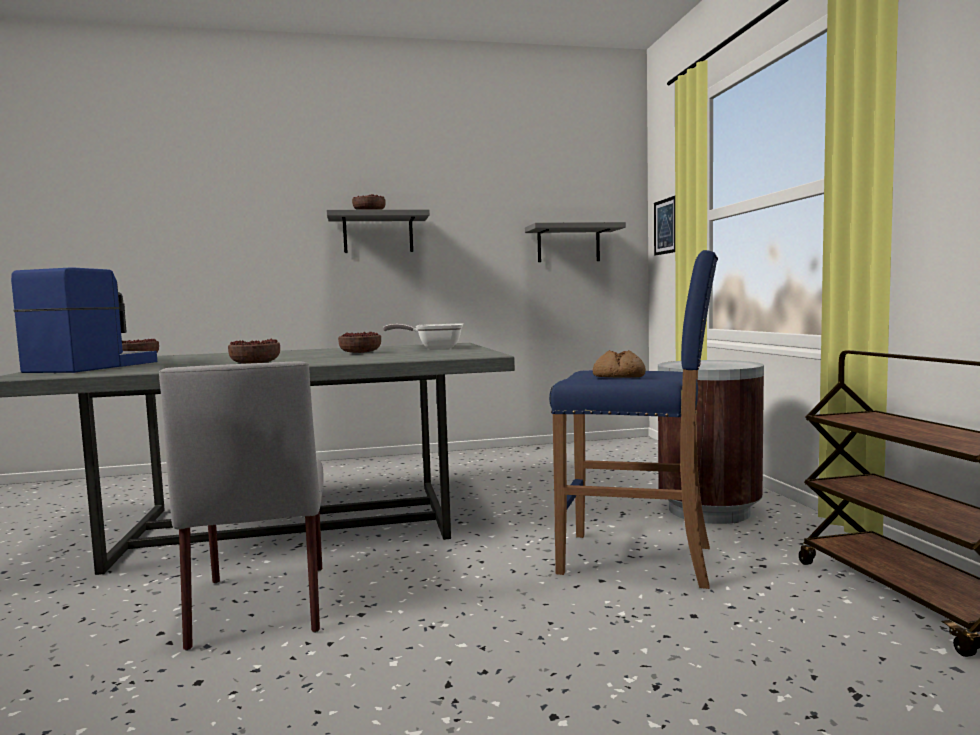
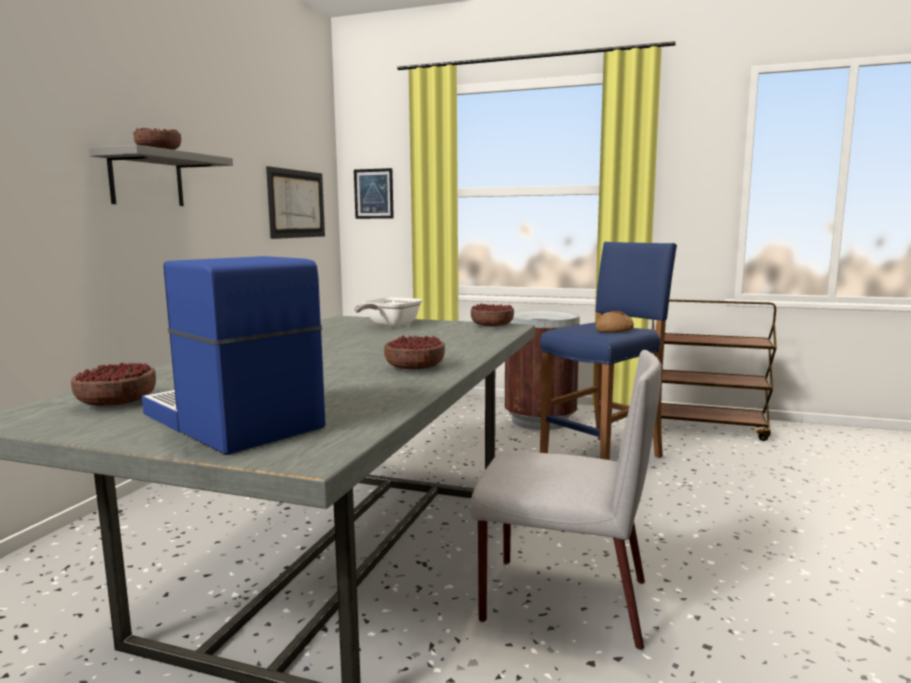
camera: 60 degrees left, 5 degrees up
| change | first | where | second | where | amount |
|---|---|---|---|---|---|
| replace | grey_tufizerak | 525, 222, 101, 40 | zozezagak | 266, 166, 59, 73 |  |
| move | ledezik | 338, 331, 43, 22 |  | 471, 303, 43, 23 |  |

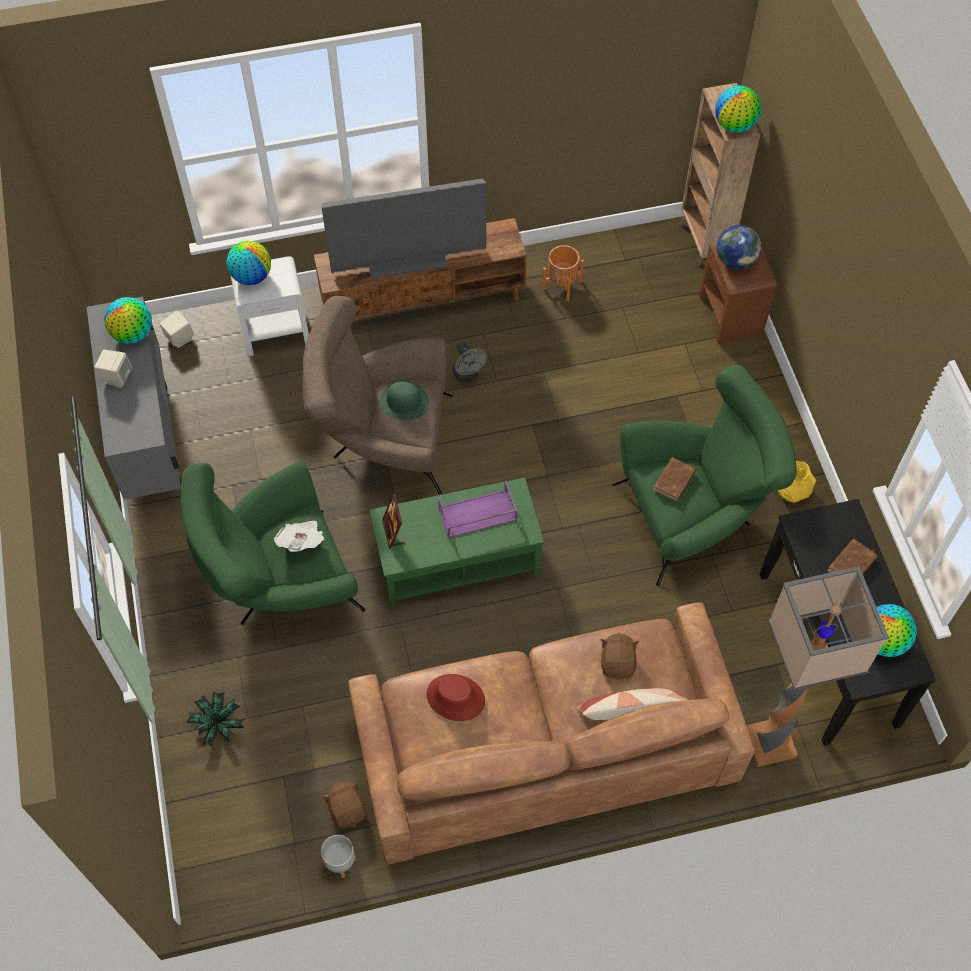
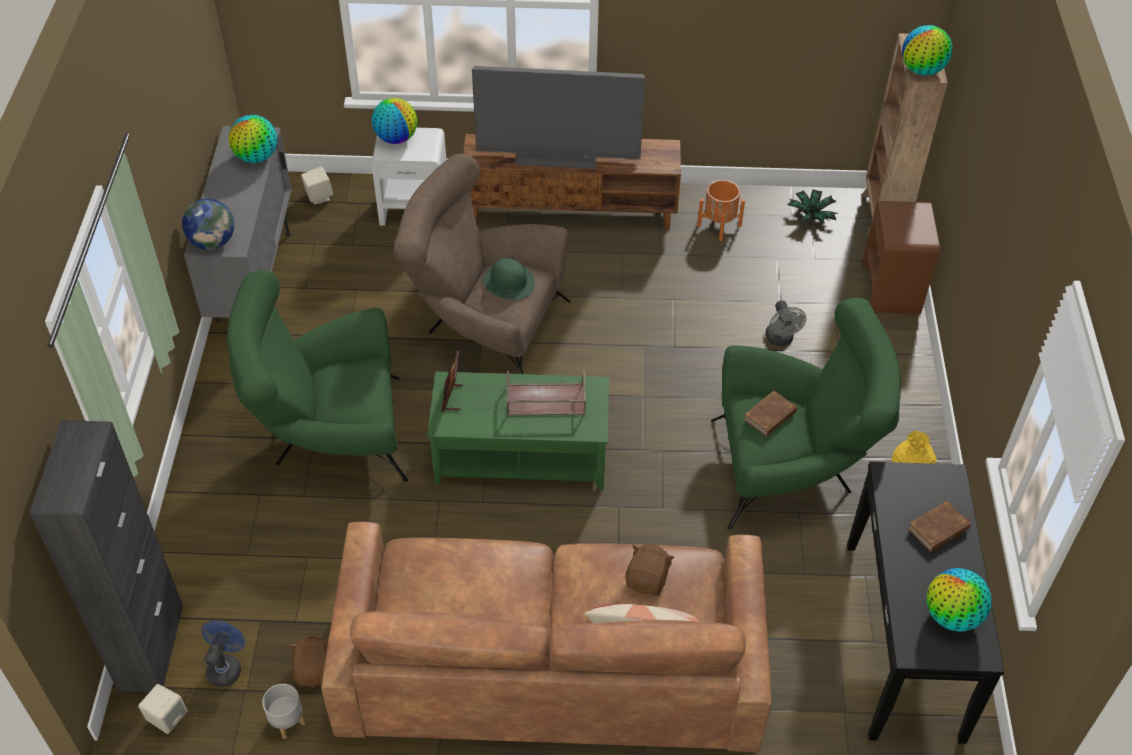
camera: 15 degrees right, 10 degrees down
| change | first | where | second | where | amount |
|---|---|---|---|---|---|
| insert |  |  | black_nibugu | 29, 420, 154, 273 |  |
| move | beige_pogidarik | 94, 350, 38, 38 |  | 138, 684, 50, 50 |  |
| move | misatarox | 717, 225, 44, 45 |  | 182, 199, 52, 51 |  |
| insert |  |  | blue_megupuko | 202, 621, 43, 66 |  |
| recolor | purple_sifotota | 438, 480, 79, 58 | brown_sifotota | 506, 370, 80, 46 |  |
| move | grey_megupuko | 453, 342, 34, 40 |  | 765, 300, 41, 46 |  |
| move | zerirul | 187, 691, 58, 57 |  | 788, 189, 50, 36 |  |
| delete | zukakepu | 274, 520, 50, 32 |  |  |  |
| delete | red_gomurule | 426, 674, 59, 47 |  |  |  |
| delete | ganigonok | 746, 566, 143, 201 |  |  |  |

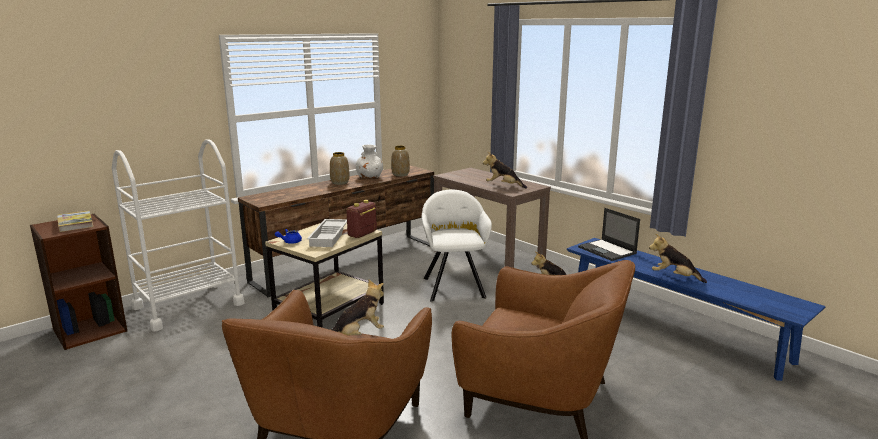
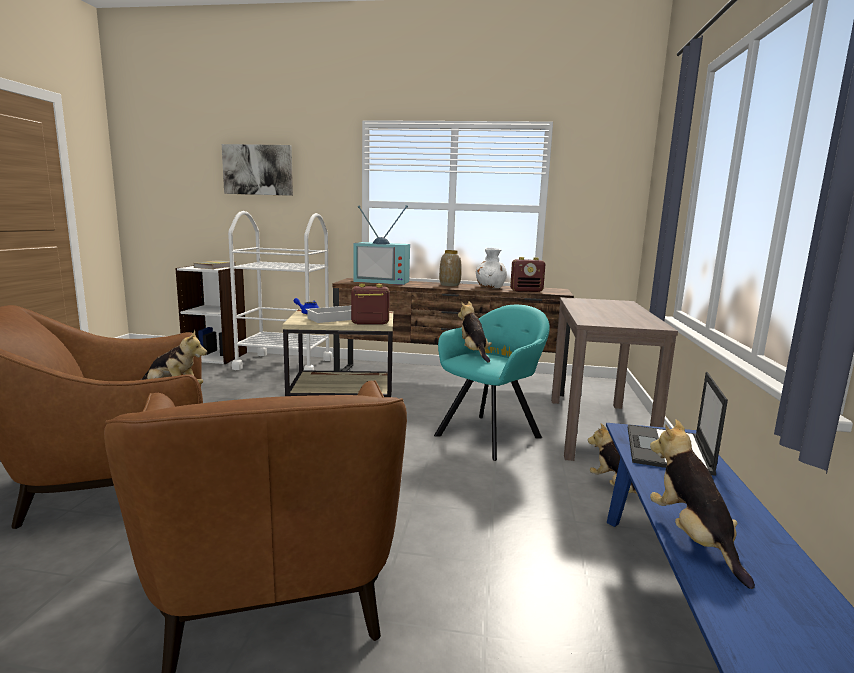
camera: 50 degrees right, 5 degrees down
| change | first | where | second | where | amount |
|---|---|---|---|---|---|
| recolor | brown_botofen | 30, 214, 97, 136 | white_botofen | 175, 265, 72, 99 |  |
| insert |  |  | zozezagak | 222, 144, 71, 52 |  |
| insert |  |  | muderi | 353, 205, 57, 80 |  |
| recolor | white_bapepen | 422, 190, 70, 112 | turquoise_bapepen | 434, 305, 116, 156 |  |
| move | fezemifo | 483, 152, 44, 37 |  | 458, 301, 34, 61 |  |
| replace | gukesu | 391, 146, 19, 31 | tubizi | 510, 257, 35, 35 |  |

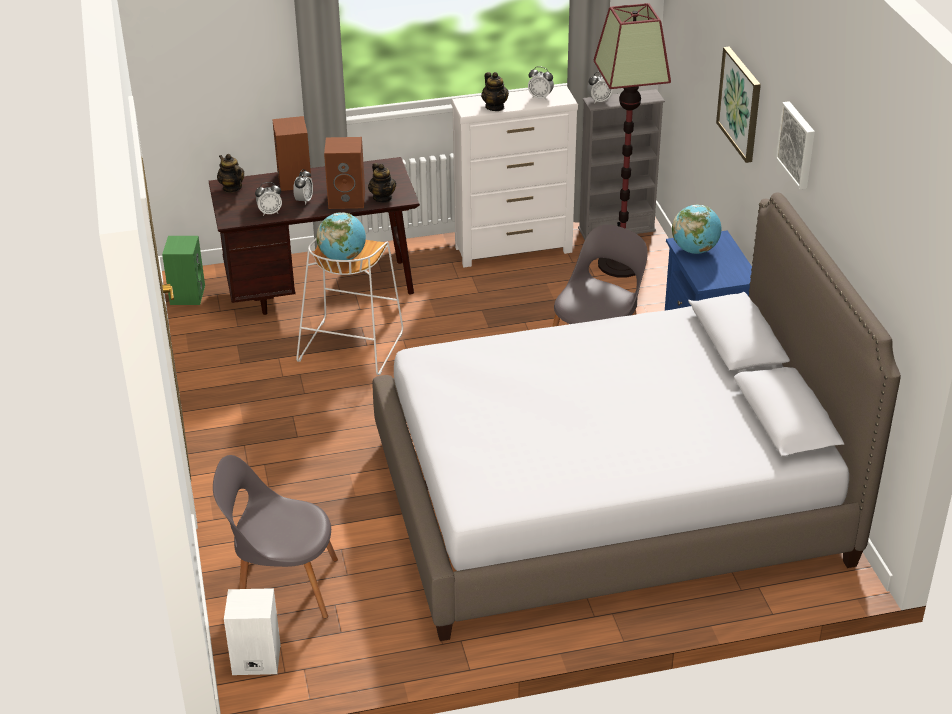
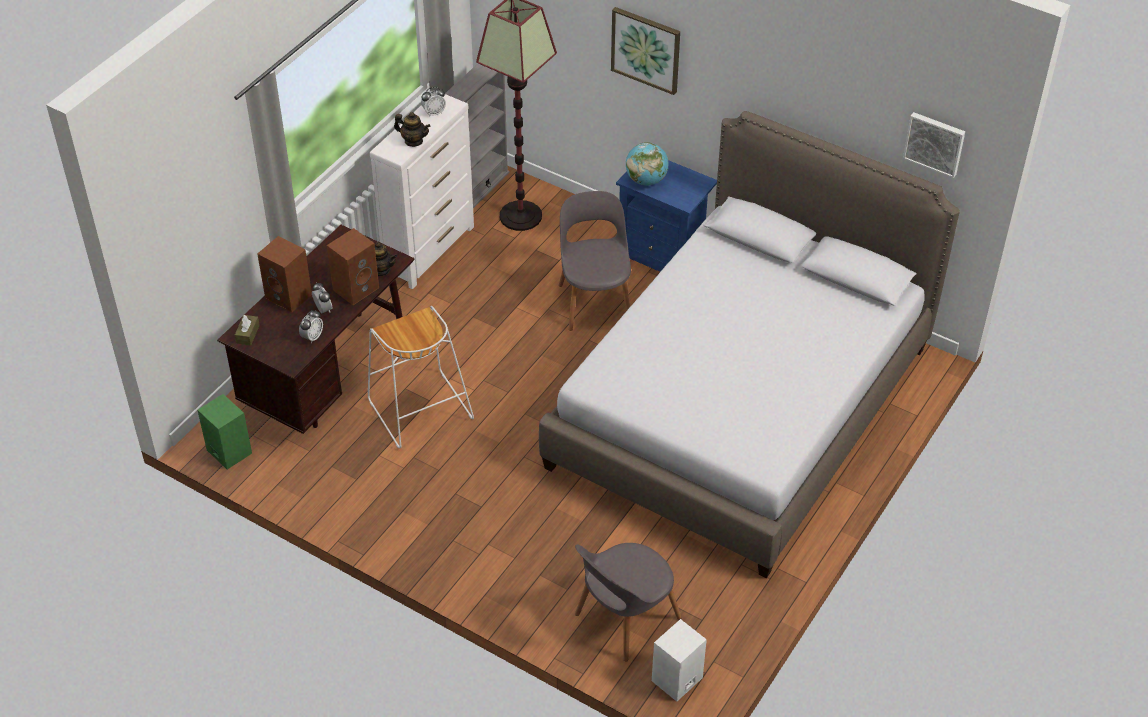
camera: 45 degrees left, 10 degrees up
| change | first | where | second | where | amount |
|---|---|---|---|---|---|
| replace | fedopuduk | 217, 154, 27, 39 | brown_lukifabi | 235, 315, 25, 30 |  |
| move | zozezagak | 775, 101, 40, 88 |  | 903, 112, 62, 66 |  |
| delete | misatarox | 317, 212, 49, 48 |  |  |  |
| delete | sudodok | 587, 71, 26, 33 |  |  |  |

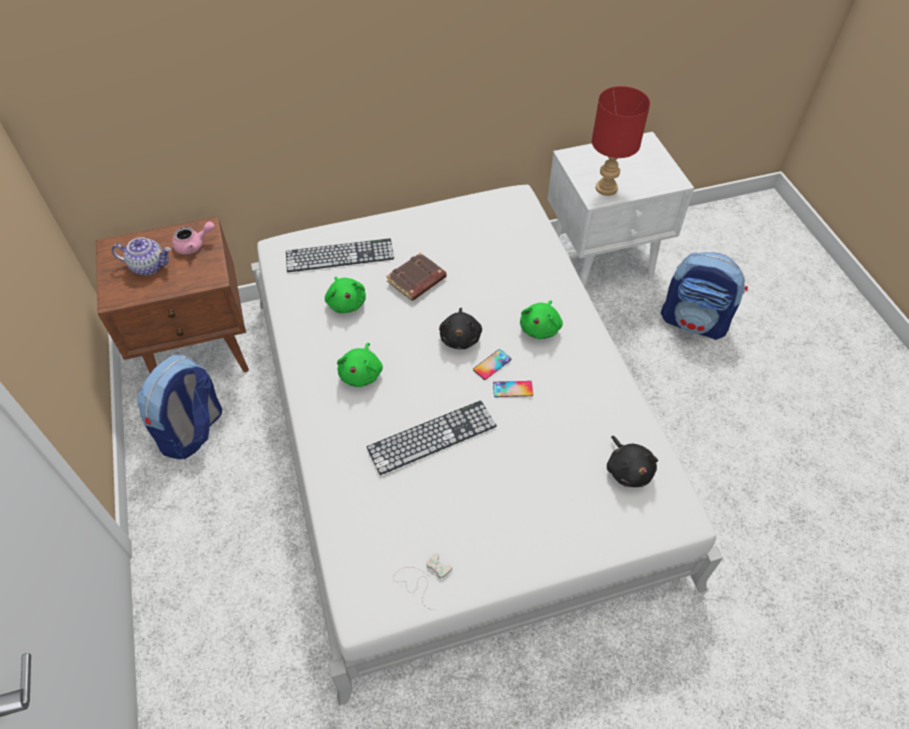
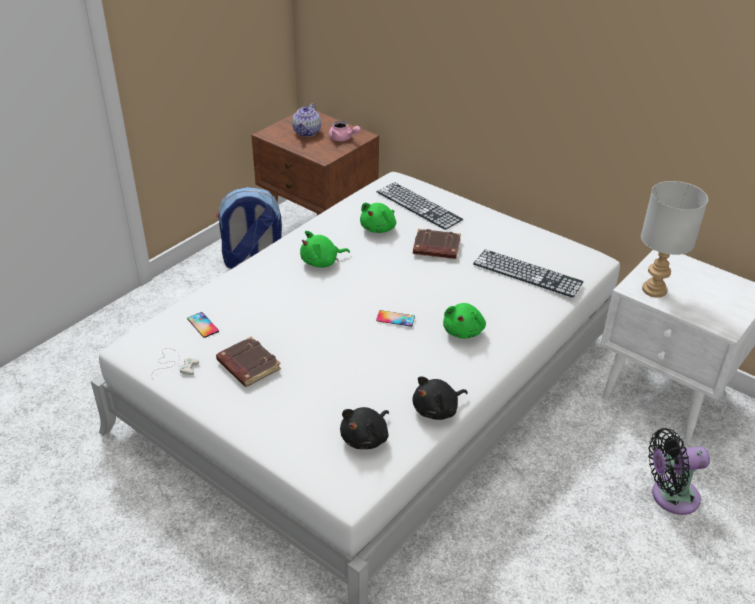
camera: 55 degrees right, 15 degrees down
| change | first | where | second | where | amount |
|---|---|---|---|---|---|
| move | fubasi | 493, 381, 40, 16 |  | 187, 312, 32, 26 |  |
| insert |  |  | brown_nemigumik | 216, 337, 65, 50 |  |
| rotate | fedopuduk | 111, 237, 60, 38 |  | 292, 103, 29, 34 | 45 degrees clockwise |
| move | black_fezemifo | 439, 308, 43, 41 |  | 413, 376, 55, 44 |  |
| rotate | green_fezemifo | 520, 300, 43, 39 |  | 443, 303, 43, 36 | 60 degrees counterclockwise |
| move | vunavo | 366, 401, 131, 74 |  | 473, 249, 111, 49 |  |
| recolor | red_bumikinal | 592, 86, 58, 110 | grey_bumikinal | 641, 181, 67, 117 |  |
| replace | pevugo | 661, 252, 87, 88 | black_megupuko | 648, 428, 62, 87 |  |

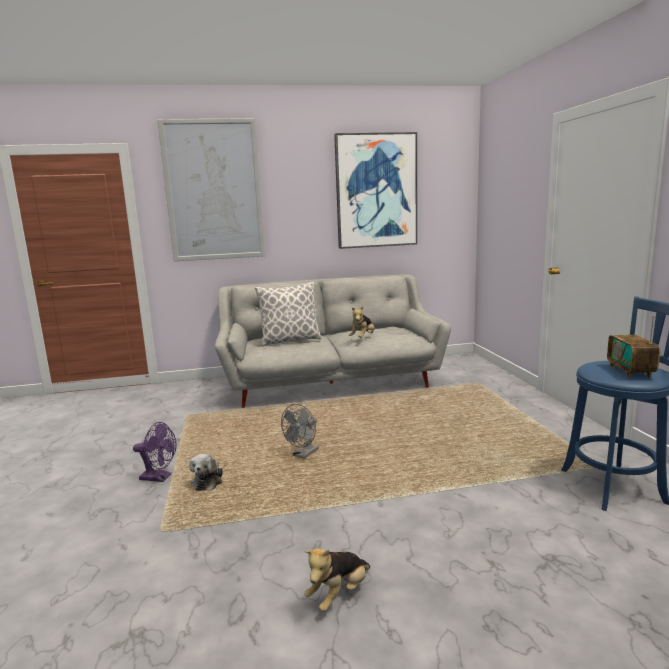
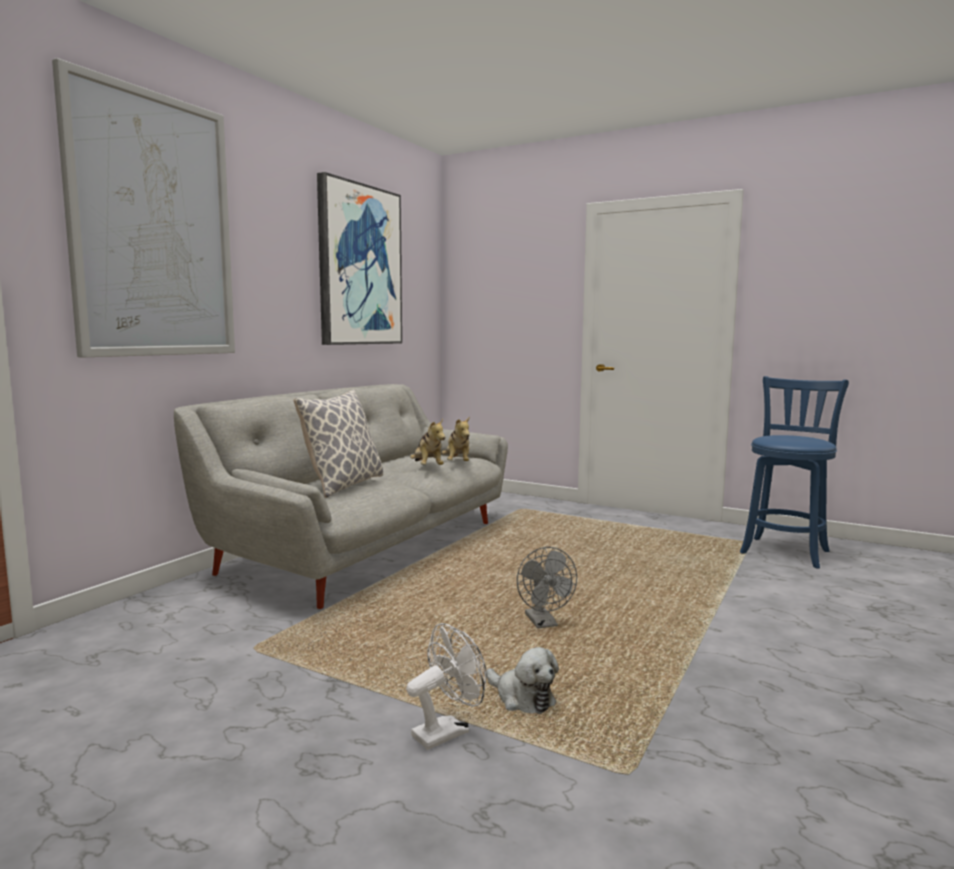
camera: 50 degrees left, 5 degrees down
| change | first | where | second | where | amount |
|---|---|---|---|---|---|
| recolor | purple_megupuko | 133, 422, 44, 60 | white_megupuko | 406, 623, 81, 127 |  |
| move | fezemifo | 304, 549, 66, 63 |  | 442, 417, 28, 44 |  |
| delete | tubizi | 607, 316, 53, 62 |  |  |  |

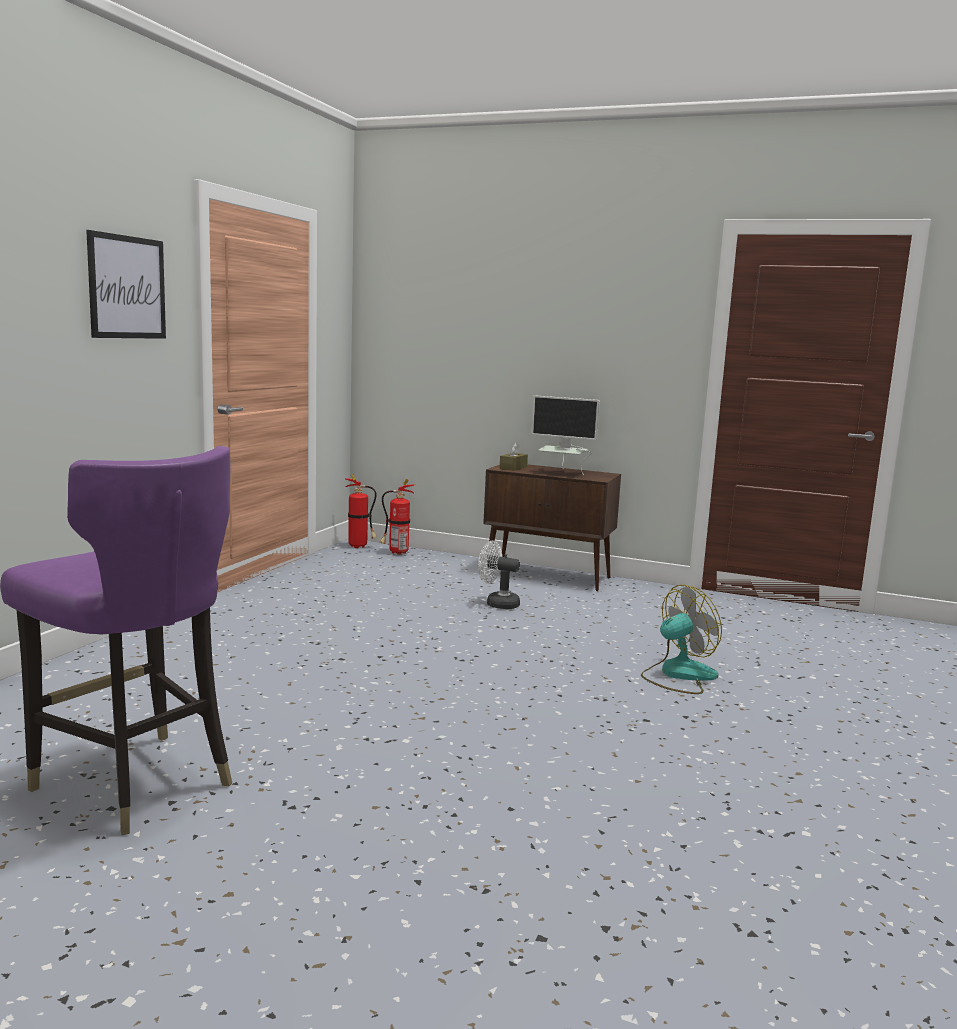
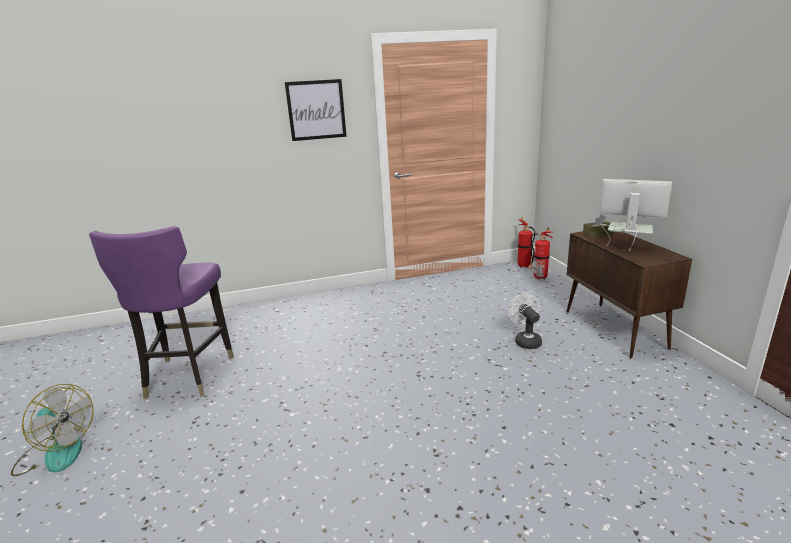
camera: 55 degrees right, 10 degrees up
| change | first | where | second | where | amount |
|---|---|---|---|---|---|
| move | megupuko | 641, 585, 81, 109 |  | 11, 384, 83, 92 |  |
| rotate | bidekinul | 531, 395, 69, 80 |  | 599, 179, 73, 73 | 135 degrees clockwise |

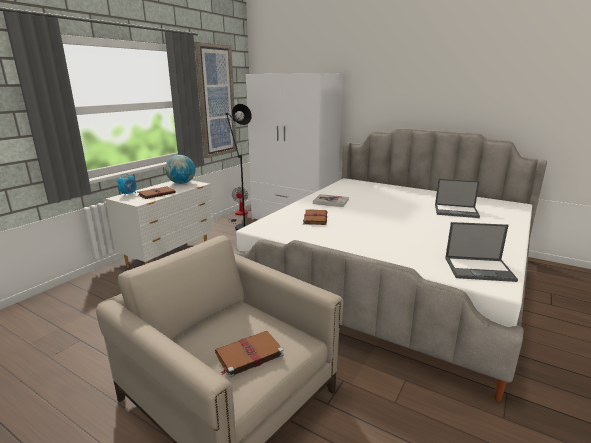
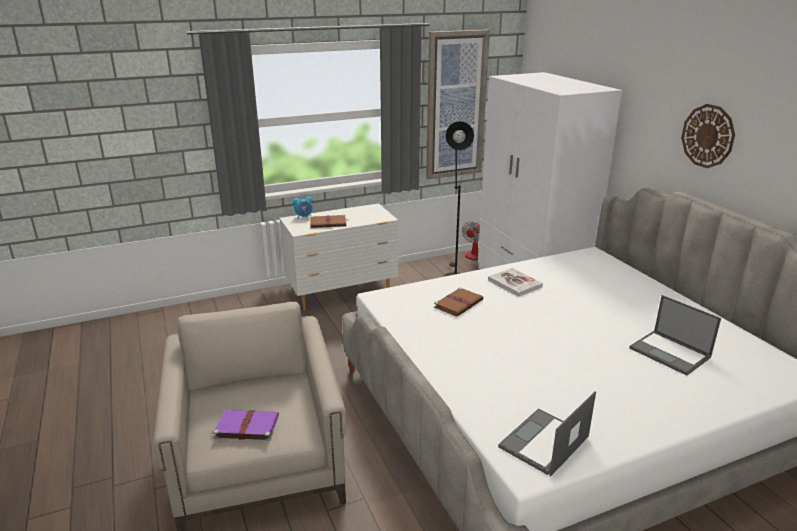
camera: 35 degrees right, 5 degrees up
| change | first | where | second | where | amount |
|---|---|---|---|---|---|
| recolor | brown_nemigumik | 215, 331, 69, 46 | purple_nemigumik | 212, 410, 67, 31 |  |
| rotate | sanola | 445, 222, 73, 60 |  | 498, 391, 98, 86 | 90 degrees clockwise |
| insert |  |  | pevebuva | 681, 104, 54, 64 |  |
| delete | misatarox | 165, 155, 30, 29 |  |  |  |

